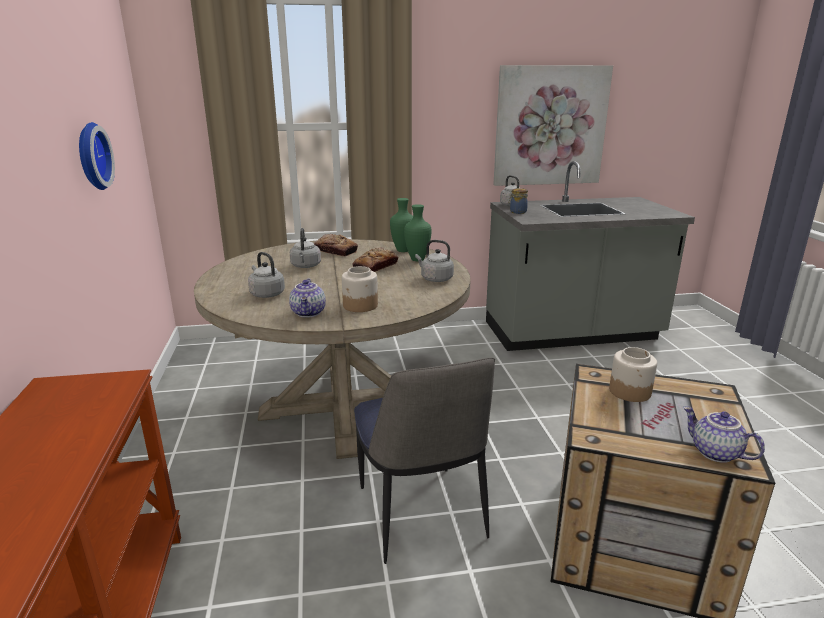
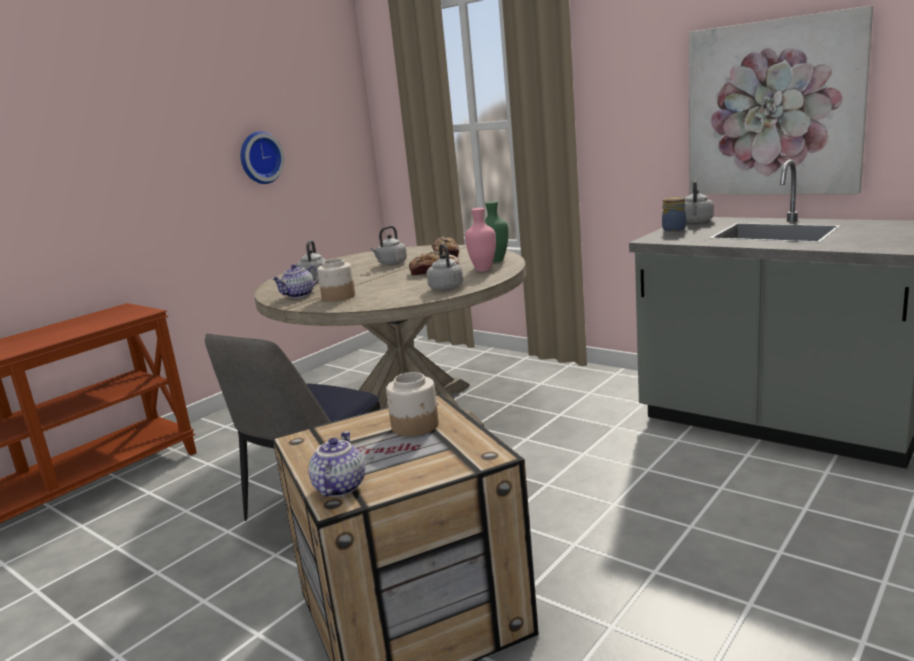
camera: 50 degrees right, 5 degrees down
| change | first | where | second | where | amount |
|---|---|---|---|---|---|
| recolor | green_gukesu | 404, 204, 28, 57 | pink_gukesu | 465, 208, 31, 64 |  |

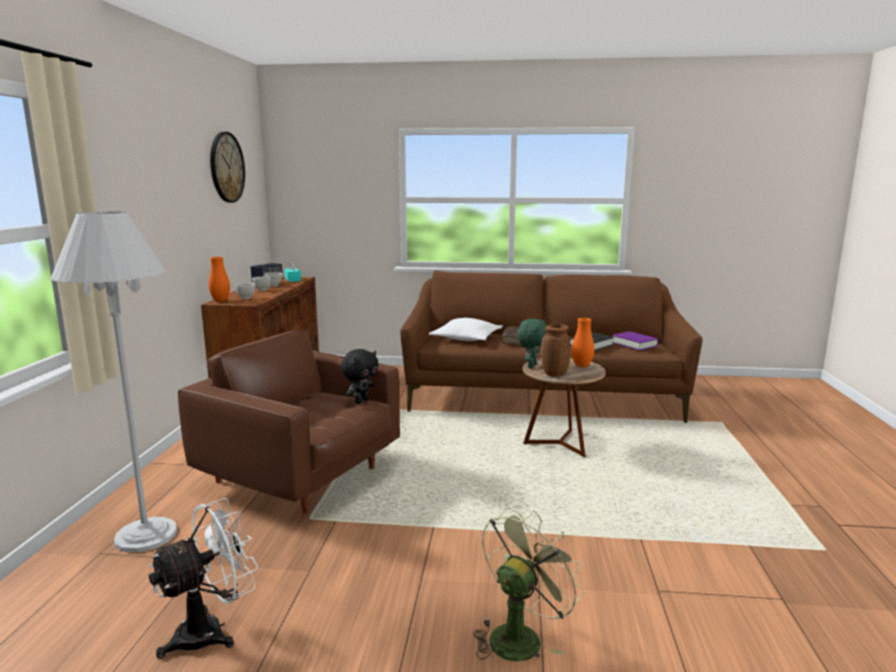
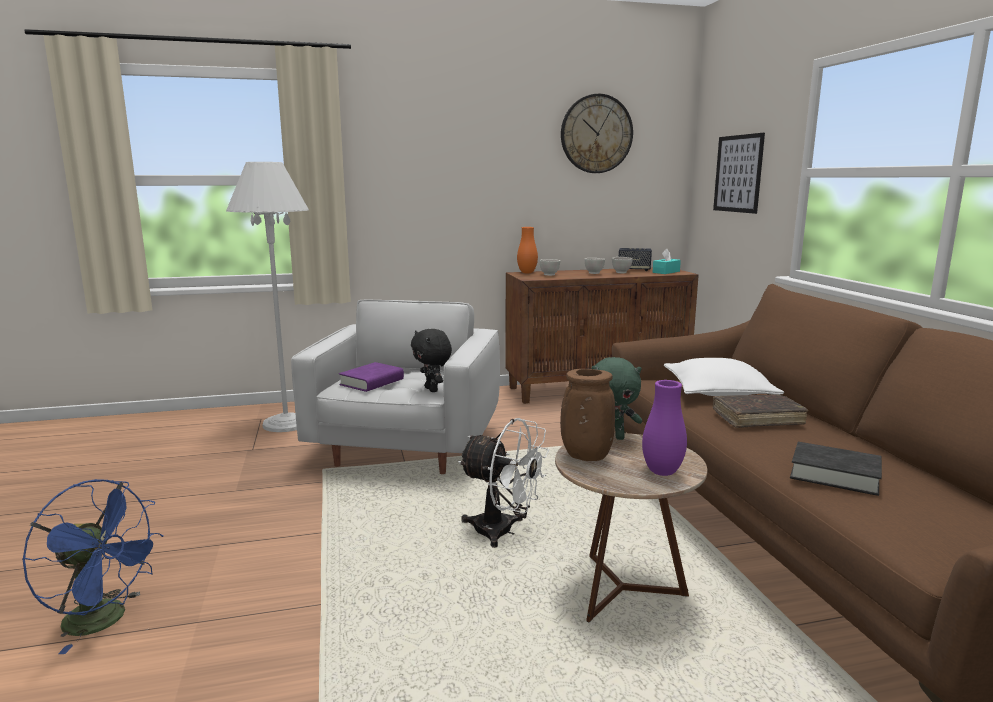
camera: 70 degrees right, 0 degrees up
| change | first | where | second | where | amount |
|---|---|---|---|---|---|
| recolor | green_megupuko | 473, 508, 112, 153 | blue_megupuko | 22, 479, 141, 175 |  |
| recolor | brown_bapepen | 178, 329, 222, 185 | white_bapepen | 291, 299, 209, 175 |  |
| move | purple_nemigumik | 612, 331, 47, 20 |  | 339, 362, 65, 30 |  |
| rotate | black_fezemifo | 341, 349, 38, 55 |  | 411, 329, 41, 63 | 45 degrees clockwise |
| move | white_megupuko | 148, 498, 111, 161 |  | 458, 418, 91, 130 |  |
| recolor | orange_gukesu | 571, 318, 23, 49 | purple_gukesu | 642, 380, 45, 96 |  |
| insert |  |  | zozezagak | 713, 133, 52, 81 |  |

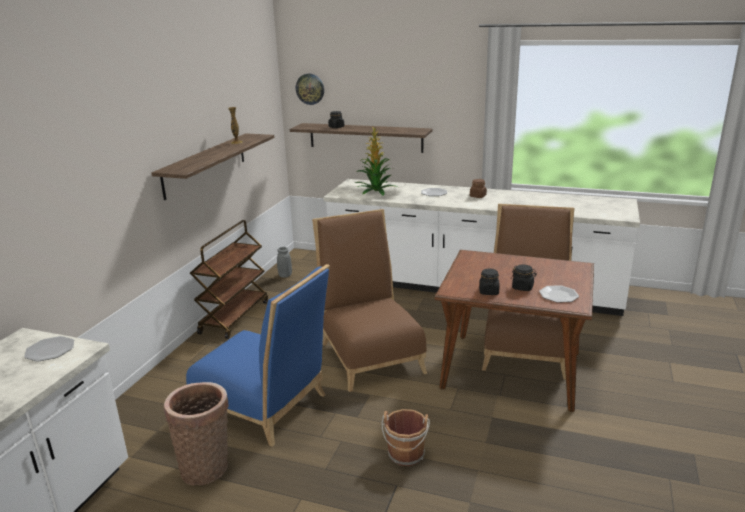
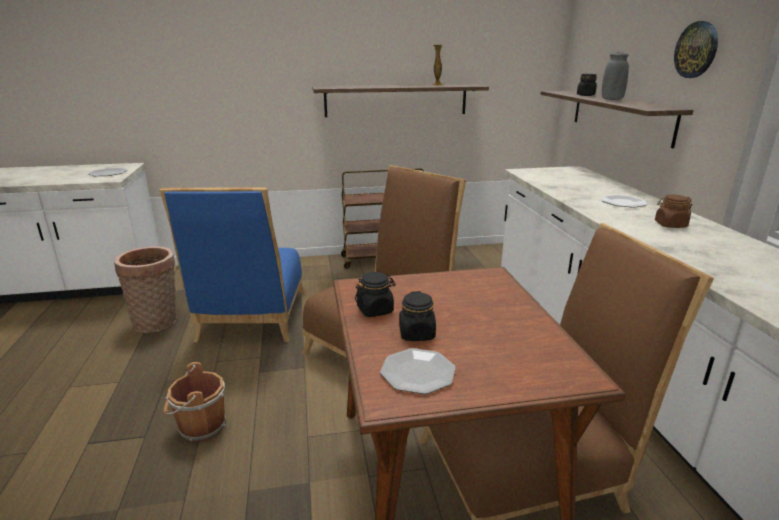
camera: 60 degrees right, 0 degrees up
| change | first | where | second | where | amount |
|---|---|---|---|---|---|
| move | grey_gukesu | 277, 247, 15, 31 |  | 602, 53, 27, 47 |  |
| move | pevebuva | 296, 74, 28, 31 |  | 674, 21, 44, 57 |  |
| delete | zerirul | 355, 126, 42, 70 |  |  |  |

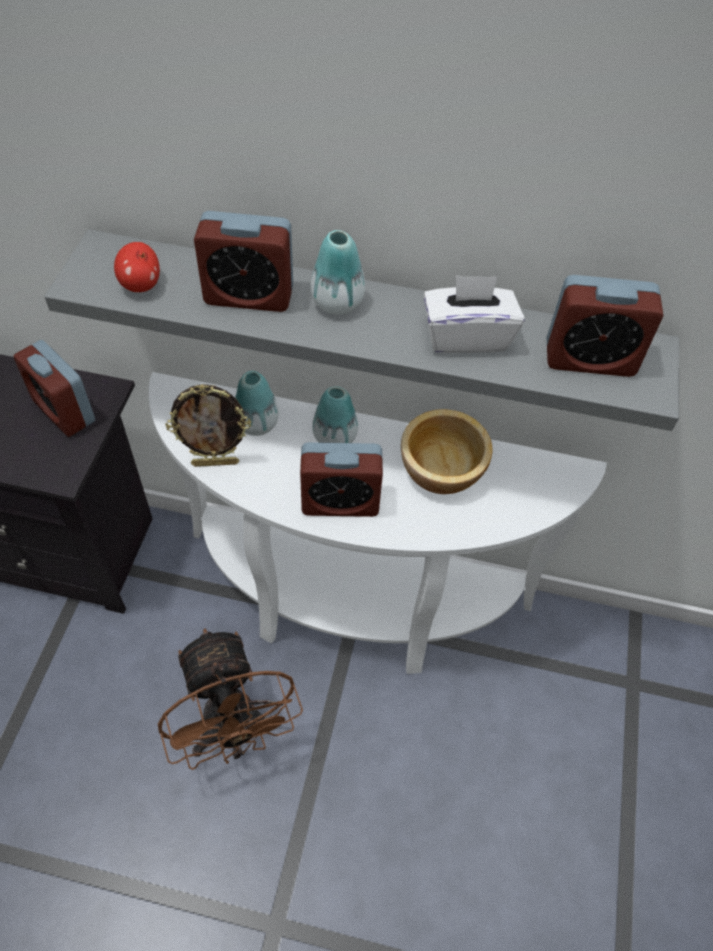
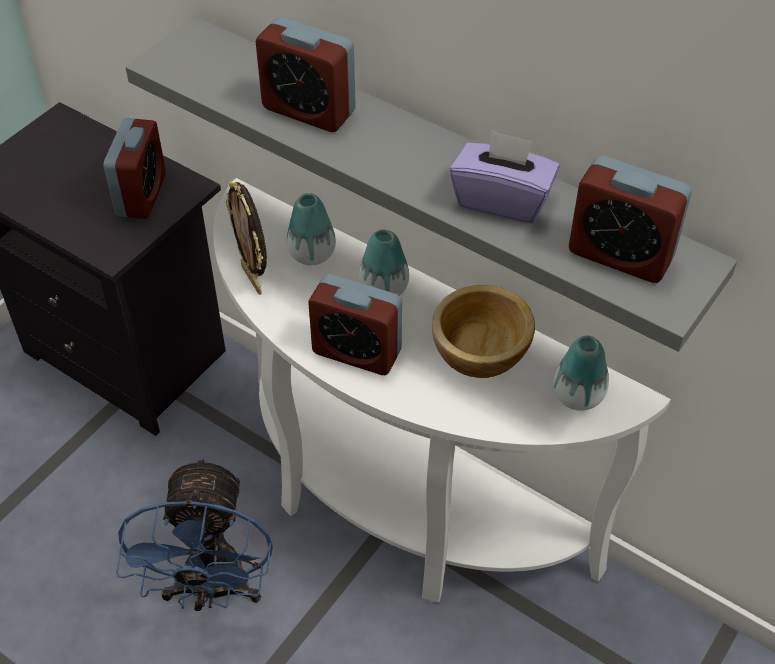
camera: 25 degrees right, 5 degrees down
| change | first | where | second | where | amount |
|---|---|---|---|---|---|
| rotate | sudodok | 14, 340, 81, 97 |  | 103, 118, 63, 101 | 150 degrees counterclockwise |
| recolor | brown_megupuko | 158, 628, 145, 142 | blue_megupuko | 116, 455, 157, 156 |  |
| rotate | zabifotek | 166, 384, 85, 83 |  | 226, 180, 41, 115 | 45 degrees clockwise |
| recolor | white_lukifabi | 423, 275, 102, 78 | purple_lukifabi | 450, 130, 109, 94 |  |
| move | gukesu | 311, 230, 54, 85 |  | 553, 336, 56, 75 |  |
| delete | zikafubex | 114, 242, 46, 50 |  |  |  |

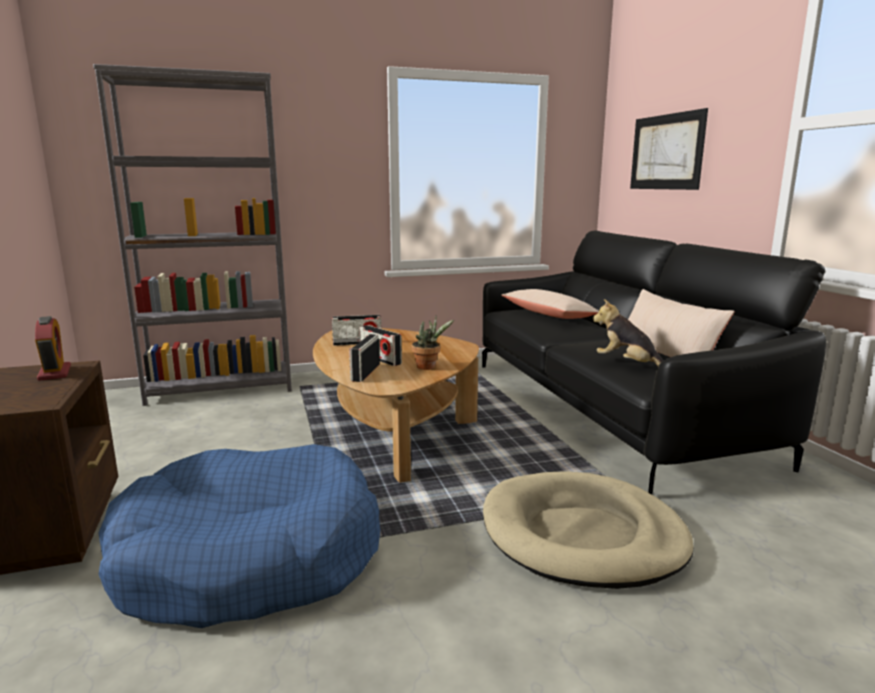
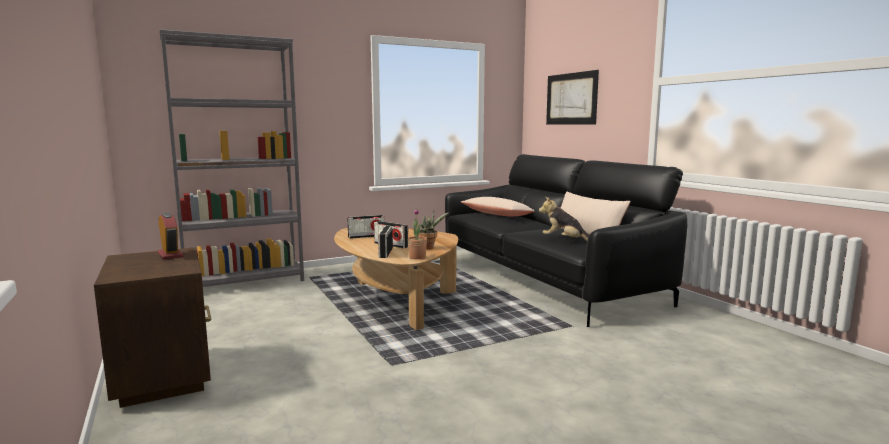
camera: 10 degrees left, 5 degrees down
| change | first | where | second | where | amount |
|---|---|---|---|---|---|
| insert |  |  | zerirul | 408, 209, 19, 50 |  |
| delete | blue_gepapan | 98, 444, 282, 184 |  |  |  |
| delete | beige_gepapan | 483, 471, 211, 118 |  |  |  |

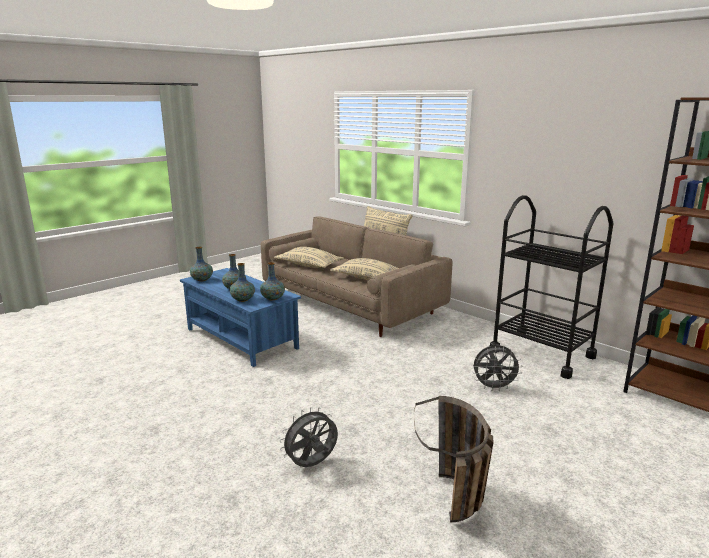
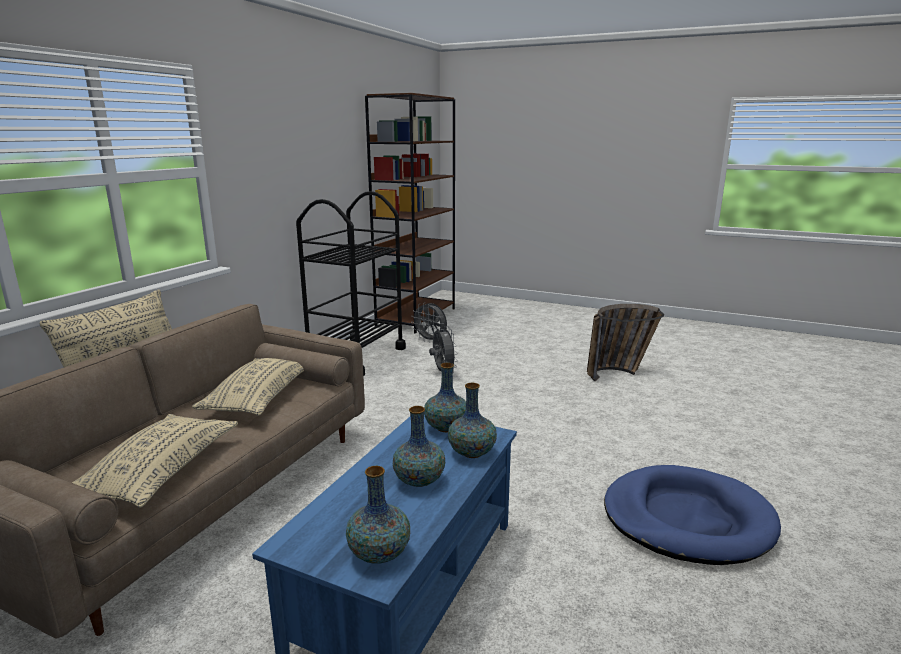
camera: 110 degrees left, 0 degrees up
| change | first | where | second | where | amount |
|---|---|---|---|---|---|
| move | grey_megupuko | 280, 407, 58, 60 |  | 411, 302, 36, 41 |  |
| insert |  |  | blue_gepapan | 604, 465, 177, 100 |  |

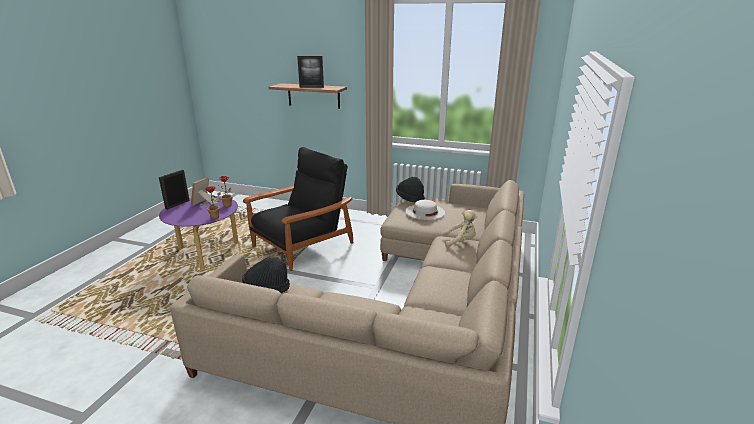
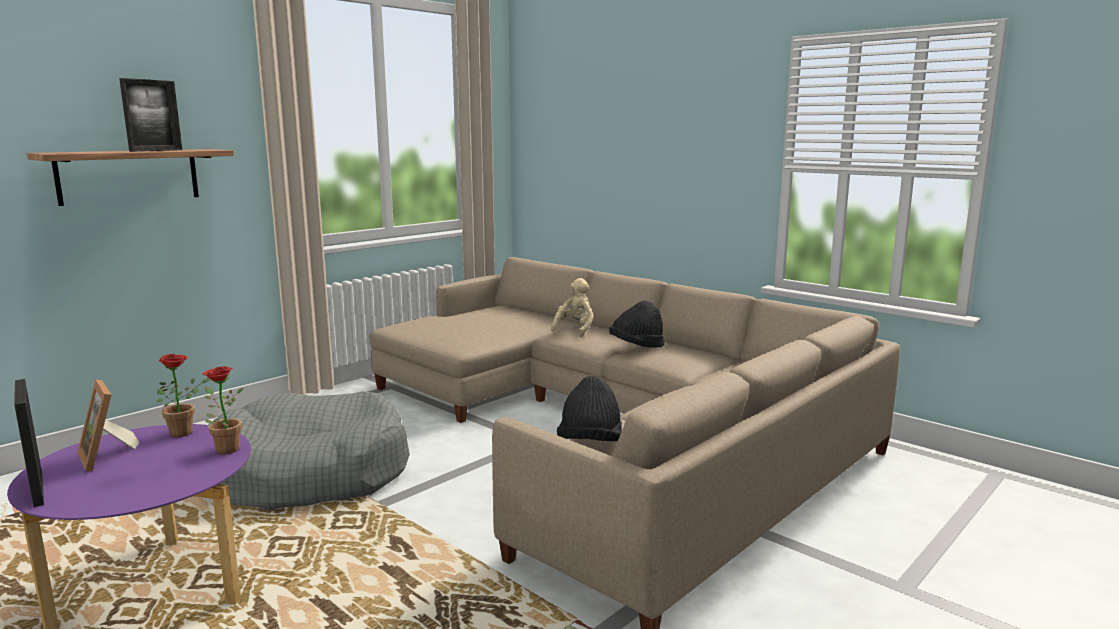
camera: 65 degrees left, 10 degrees down
| change | first | where | second | where | amount |
|---|---|---|---|---|---|
| replace | black_bapepen | 243, 147, 110, 124 | grey_gepapan | 208, 391, 202, 119 |  |
| move | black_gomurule | 396, 177, 29, 26 |  | 609, 301, 56, 47 |  |
| delete | white_gomurule | 406, 200, 39, 20 |  |  |  |

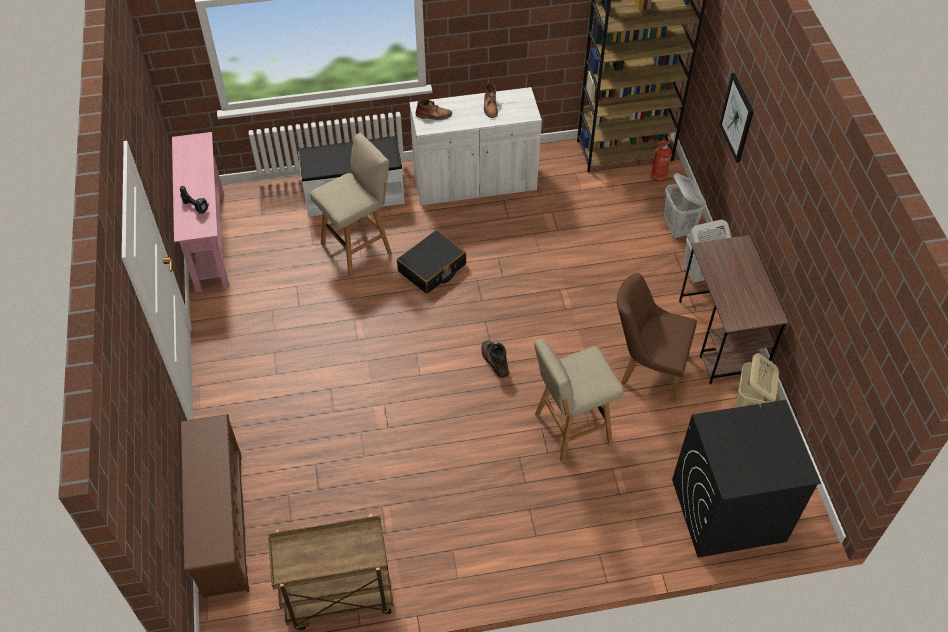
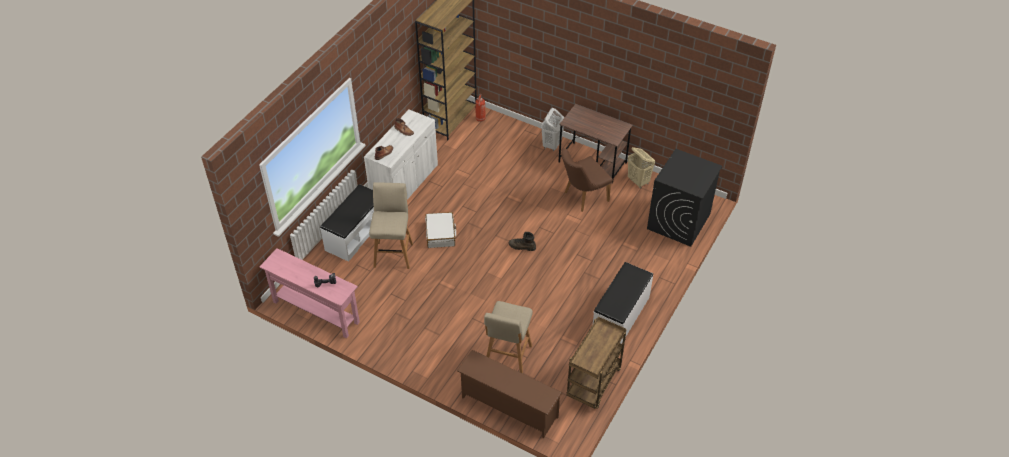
camera: 50 degrees left, 5 degrees down
| change | first | where | second | where | amount |
|---|---|---|---|---|---|
| recolor | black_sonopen | 397, 230, 69, 64 | white_sonopen | 425, 212, 31, 36 |  |
| move | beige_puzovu | 534, 339, 90, 123 |  | 484, 301, 49, 73 |  |
| insert |  |  | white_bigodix | 593, 262, 60, 82 |  |
| delete | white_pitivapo | 664, 173, 42, 67 |  |  |  |
| delete | zozezagak | 719, 73, 35, 90 |  |  |  |

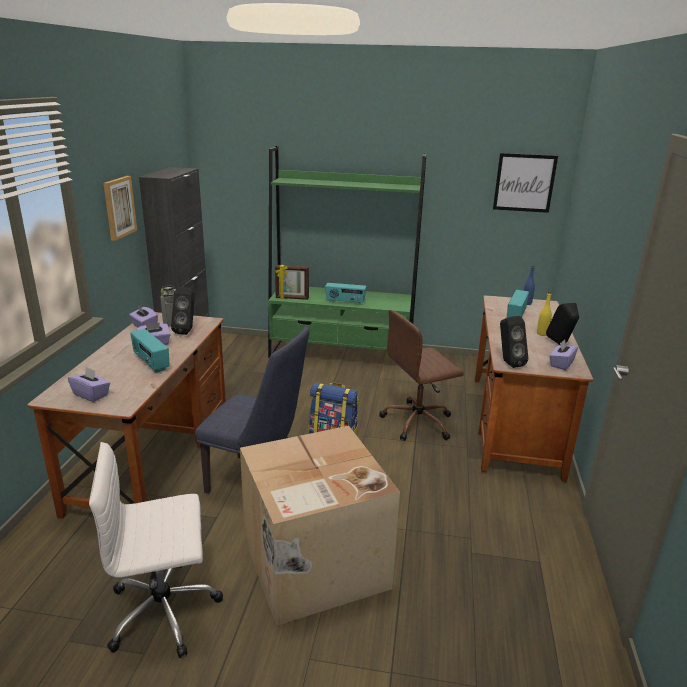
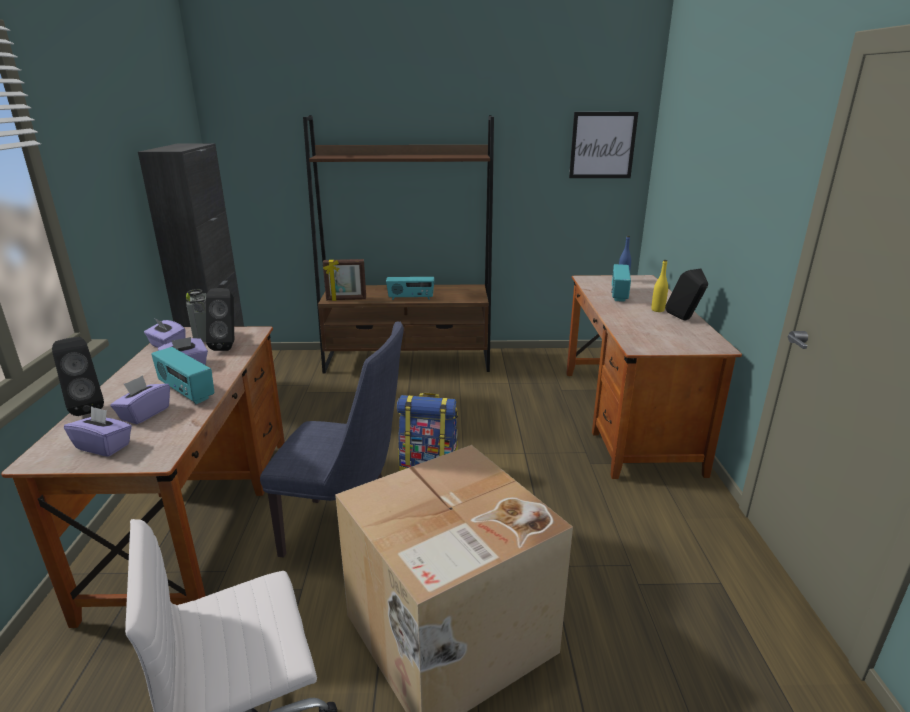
camera: 10 degrees left, 0 degrees up
| change | first | where | second | where | amount |
|---|---|---|---|---|---|
| move | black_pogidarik | 500, 316, 28, 52 |  | 52, 337, 52, 79 |  |
| move | purple_lukifabi | 549, 339, 29, 31 |  | 110, 375, 60, 49 |  |
| recolor | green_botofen | 268, 146, 159, 212 | brown_botofen | 303, 115, 191, 258 |  |
| delete | zozezagak | 103, 176, 34, 65 |  |  |  |
| delete | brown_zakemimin | 379, 310, 85, 131 |  |  |  |

